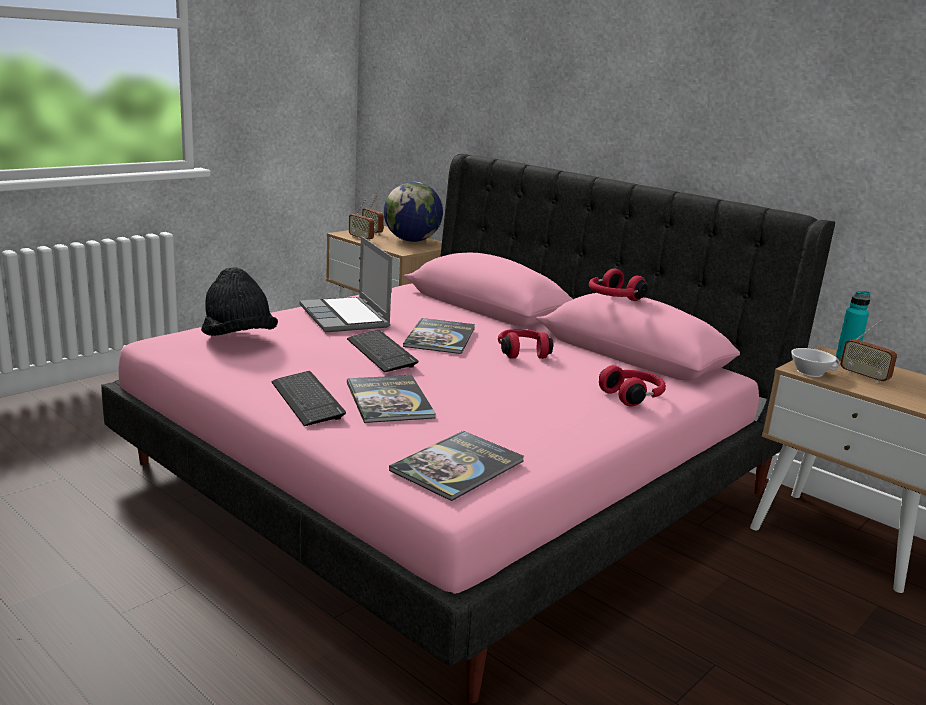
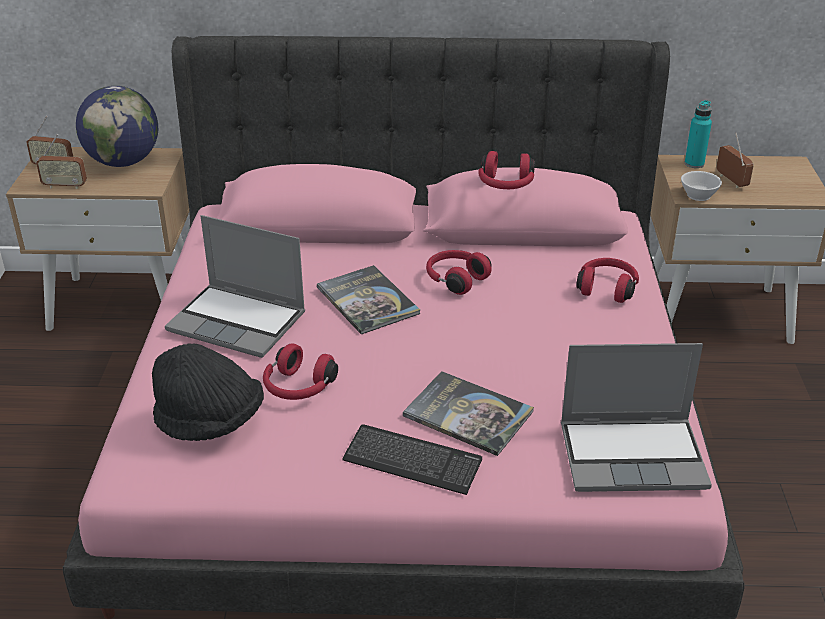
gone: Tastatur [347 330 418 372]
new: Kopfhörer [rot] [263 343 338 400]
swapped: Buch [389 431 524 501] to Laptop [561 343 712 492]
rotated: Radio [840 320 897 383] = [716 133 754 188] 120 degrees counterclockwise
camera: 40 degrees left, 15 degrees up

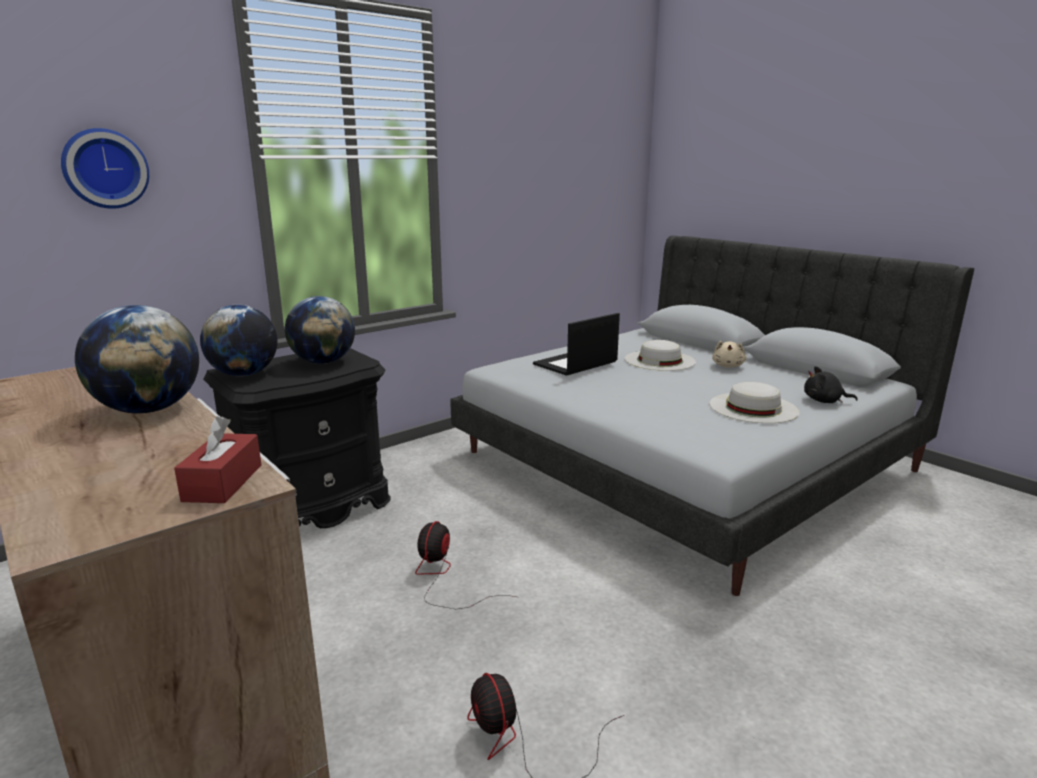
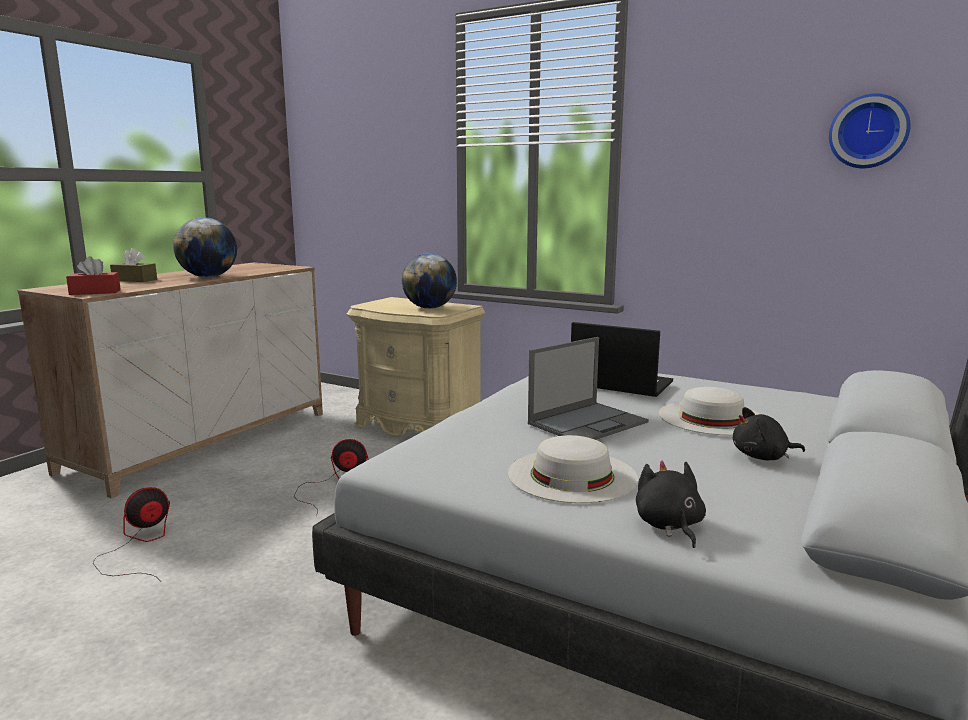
gone: Globus [200 305 277 376]
new: Taschentuchbox [braun] [110 248 157 282]; Laptop [528 337 649 440]
shifted: Wanduhr [61 128 149 209] to [829 93 911 168]
repainted: Nachttisch [schwarz] [203 348 391 528] to Nachttisch [beige] [347 297 485 437]; Plüschtier [beige] [712 341 746 368] to Plüschtier [schwarz] [733 407 805 460]
camera: 70 degrees right, 5 degrees down

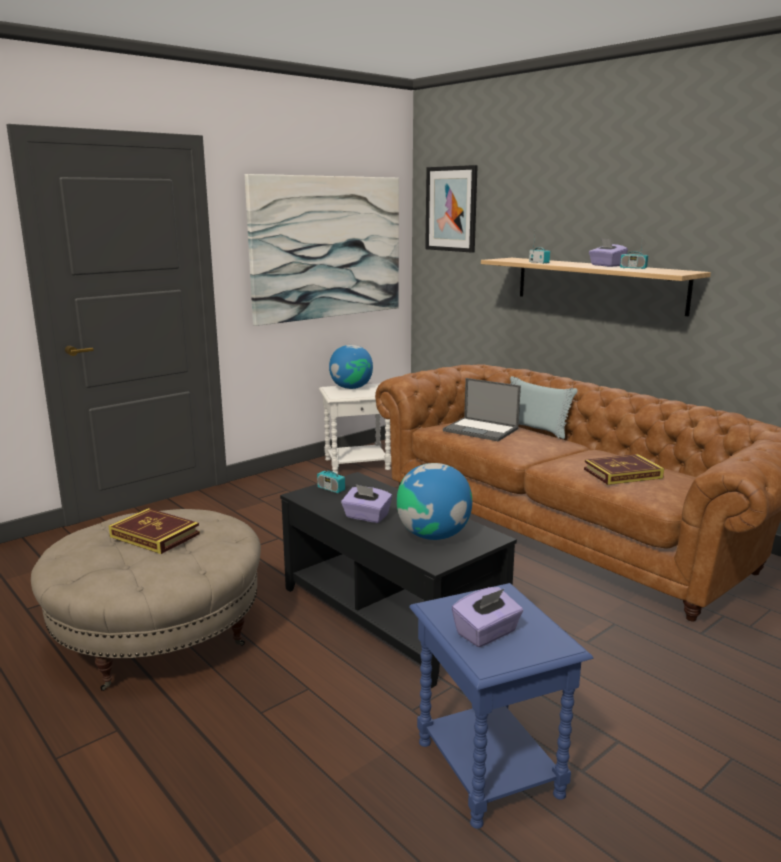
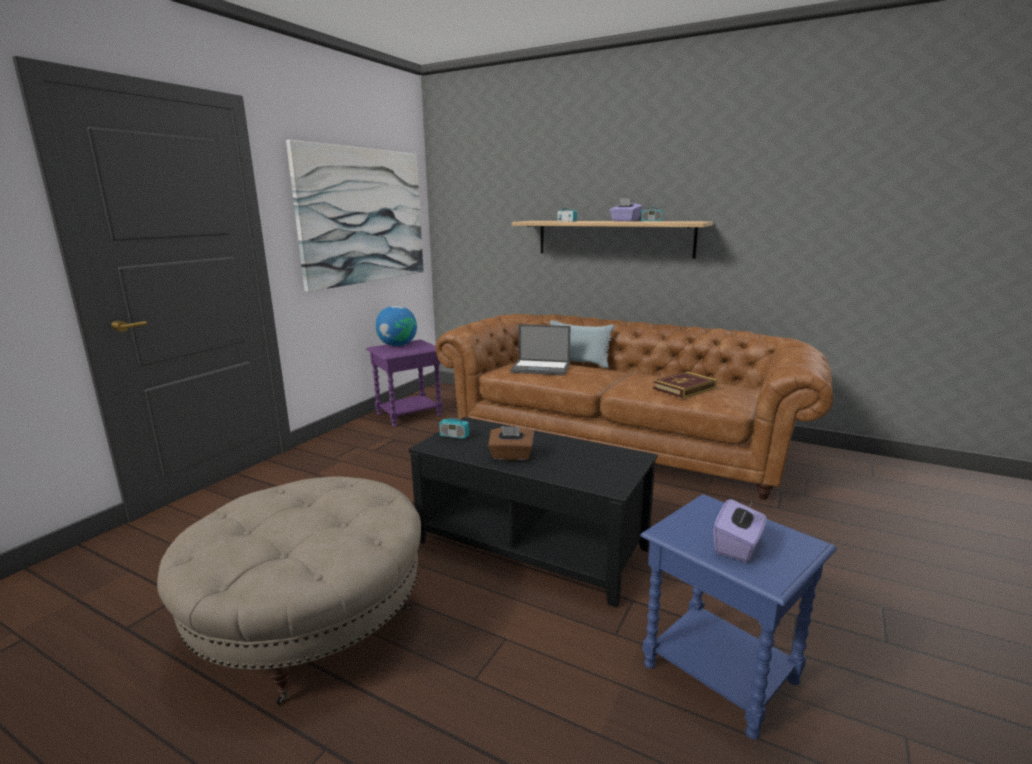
gone: Buch [109 508 200 554]; Globus [397 463 472 540]; Bild [425 165 478 253]
repainted: Beistelltisch [weiß] [319 383 391 474] to Beistelltisch [lila] [366 339 443 426]; Taschentuchbox [lila] [341 484 392 523] to Taschentuchbox [braun] [488 426 534 461]
camera: 20 degrees left, 0 degrees up

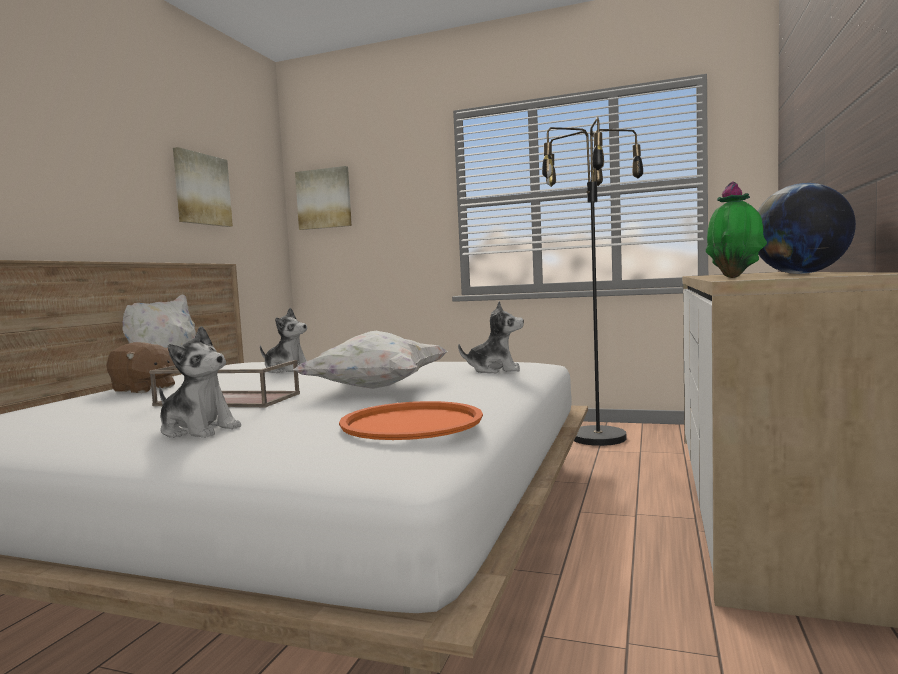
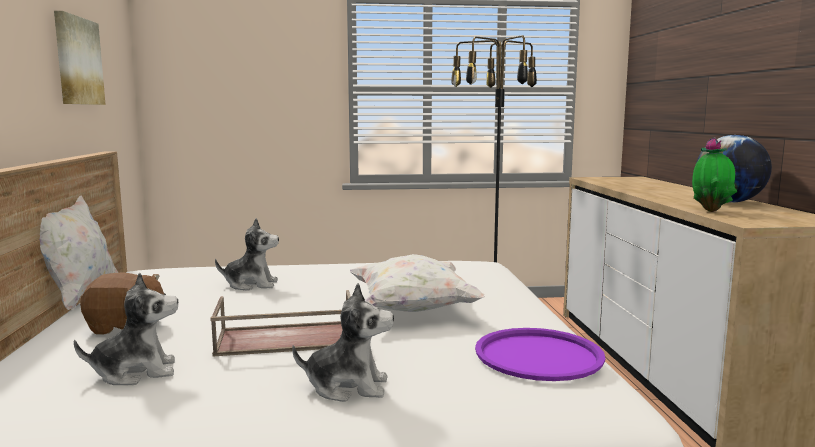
gone: Bild [295 166 352 230]
shifted: Plüschtier [458 301 524 373] to [74 273 178 385]
repainted: Tablett [orange] [339 401 483 440] to Tablett [lila] [475 328 605 381]
camera: 25 degrees left, 5 degrees up

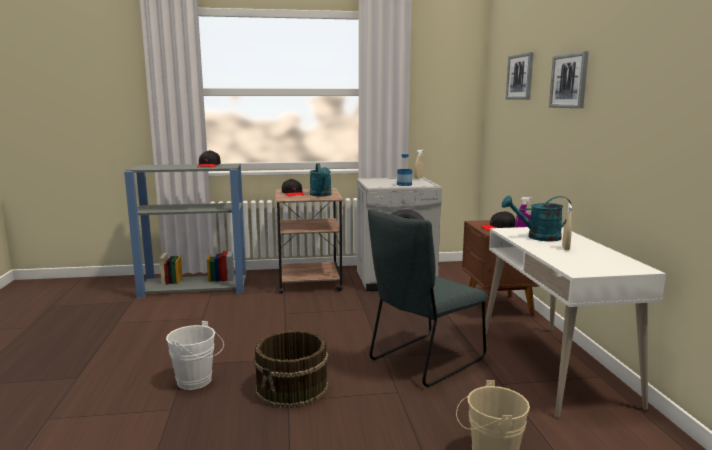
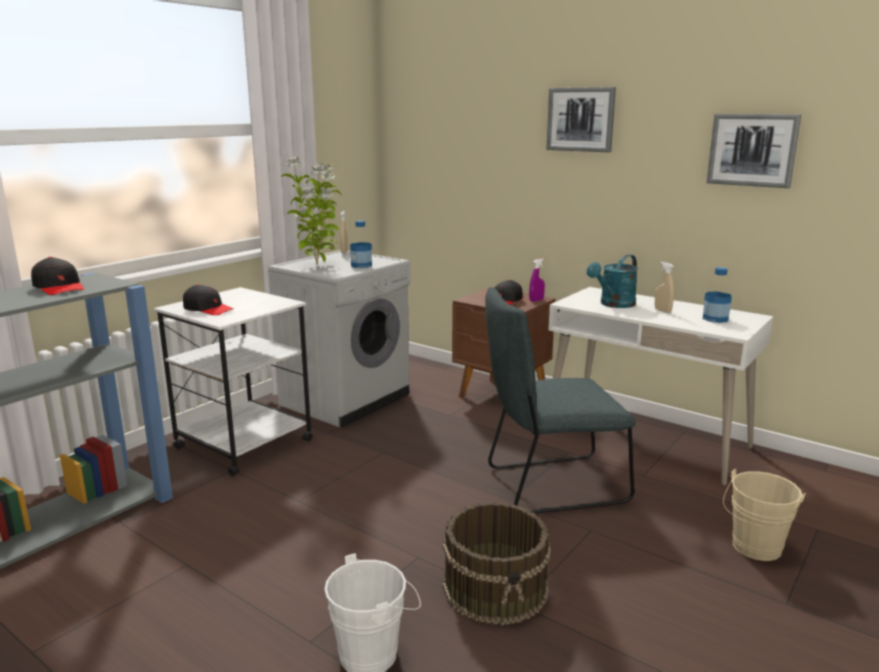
gone: Gießkanne [türkis] [310 163 332 197]
new: Topfpflanze [281 156 342 265]; Flasche [703 267 732 323]
shifted: Bild [506 52 534 99] to [707 114 801 188]
repainted: Rollwagen [braun] [276 189 343 294] to Rollwagen [weiß] [154 287 313 476]
rotated: Stuhl [grau] [368 209 488 387] = [485 287 636 513] 75 degrees clockwise
camera: 45 degrees left, 5 degrees up

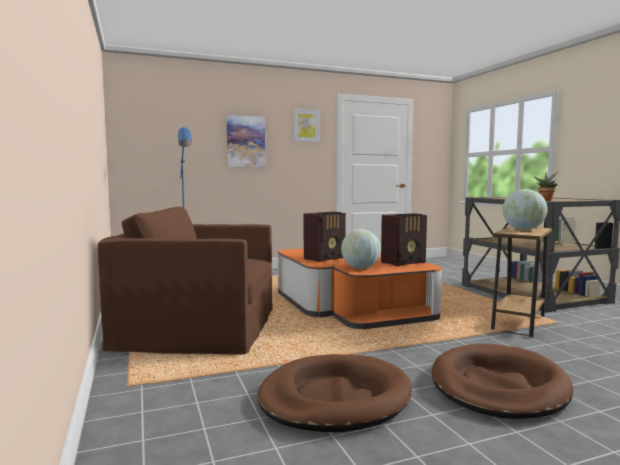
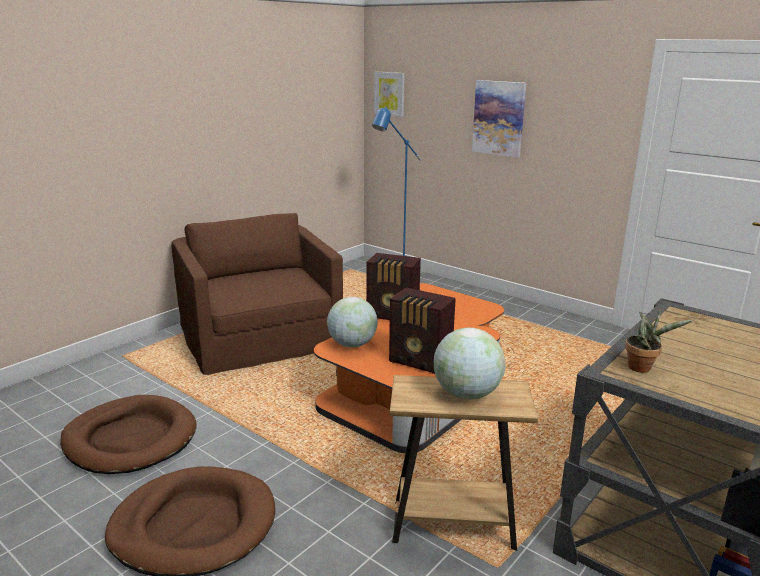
shifted: Bild [293 109 320 142] to [374 72 405 117]
camera: 60 degrees right, 15 degrees up

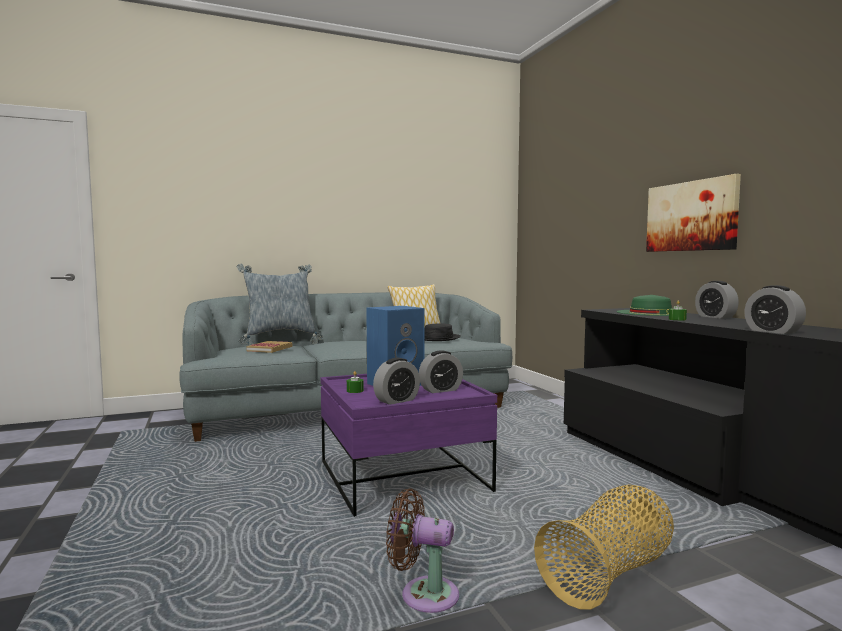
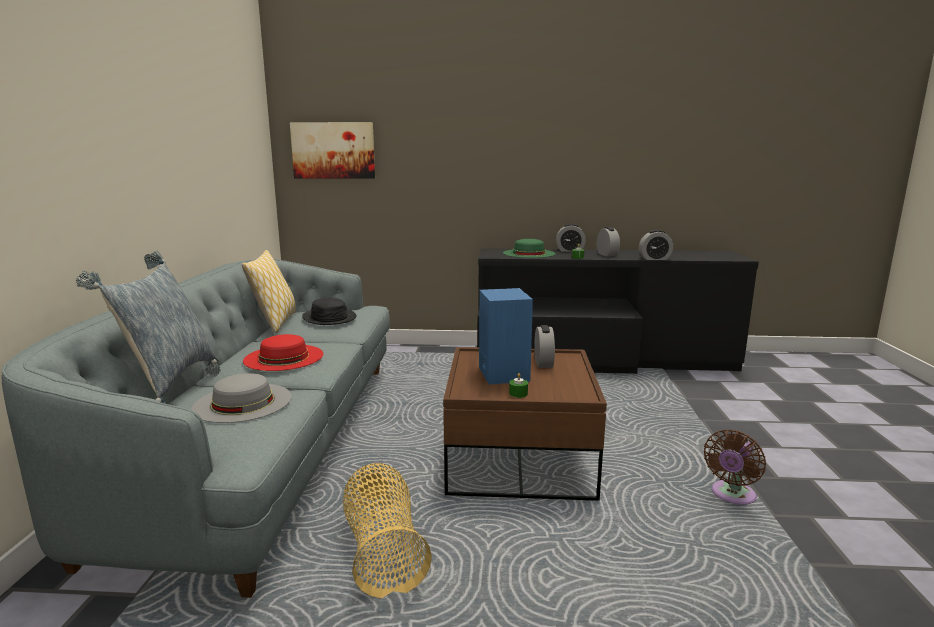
new: Hut [rot] [243 334 323 371]
shifted: Wecker [373 358 420 405] to [597 227 620 257]; Korb [534 484 674 609] to [343 463 432 598]; Bild [646 174 741 252] to [290 122 375 179]
swapped: Buch [246 341 293 353] to Hut [grau] [192 373 292 423]
repainted: Couchtisch [lila] [321 374 497 517] to Couchtisch [braun] [443 347 607 501]
camera: 65 degrees left, 10 degrees up

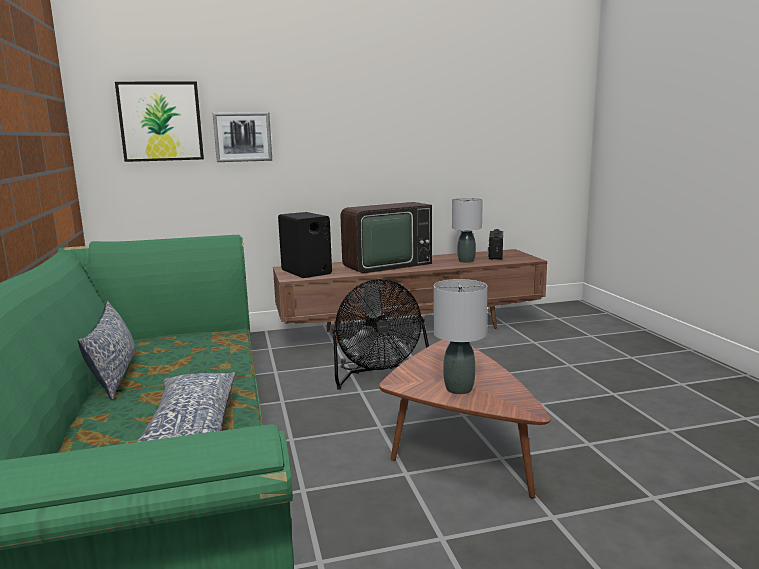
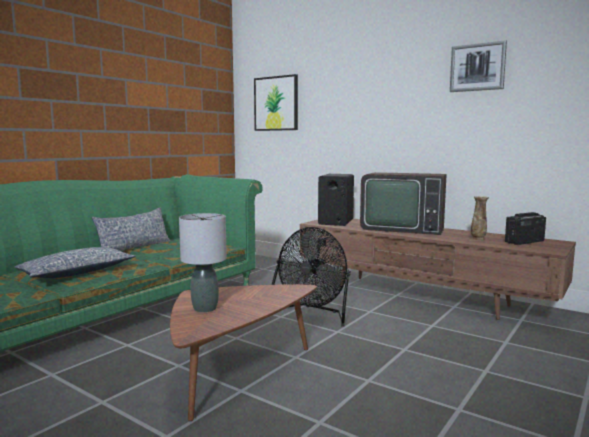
shifted: Bild [213 112 272 162] to [450 40 507 92]
swapped: Tischlampe [grau] [452 198 483 263] to Vase [471 196 489 241]
camera: 50 degrees right, 5 degrees down

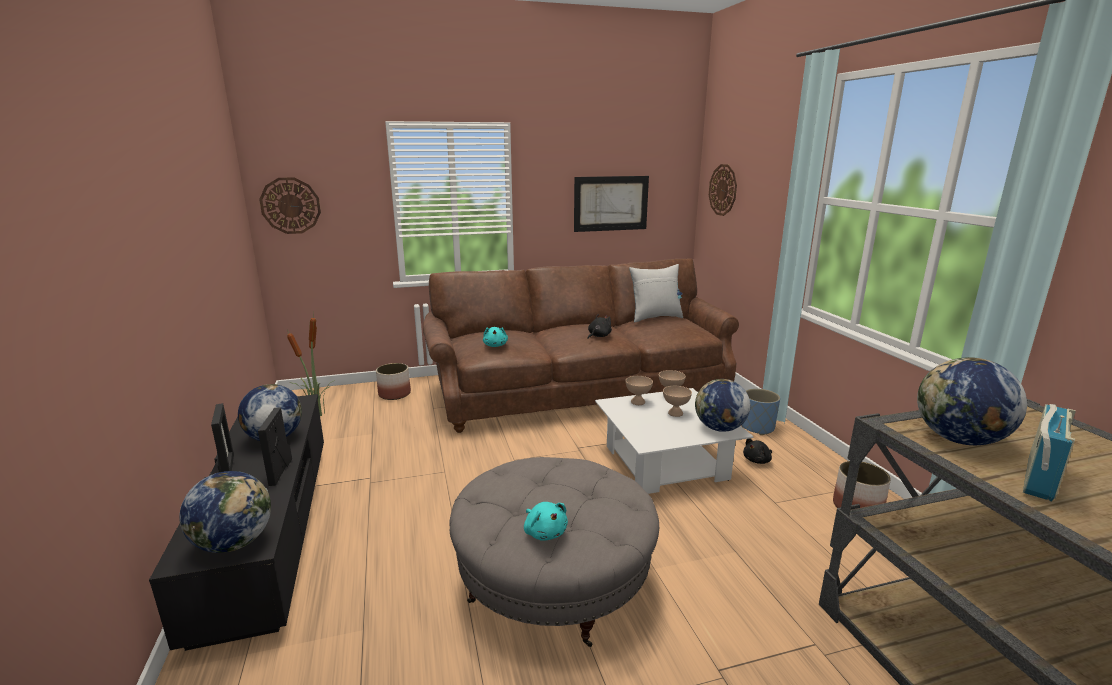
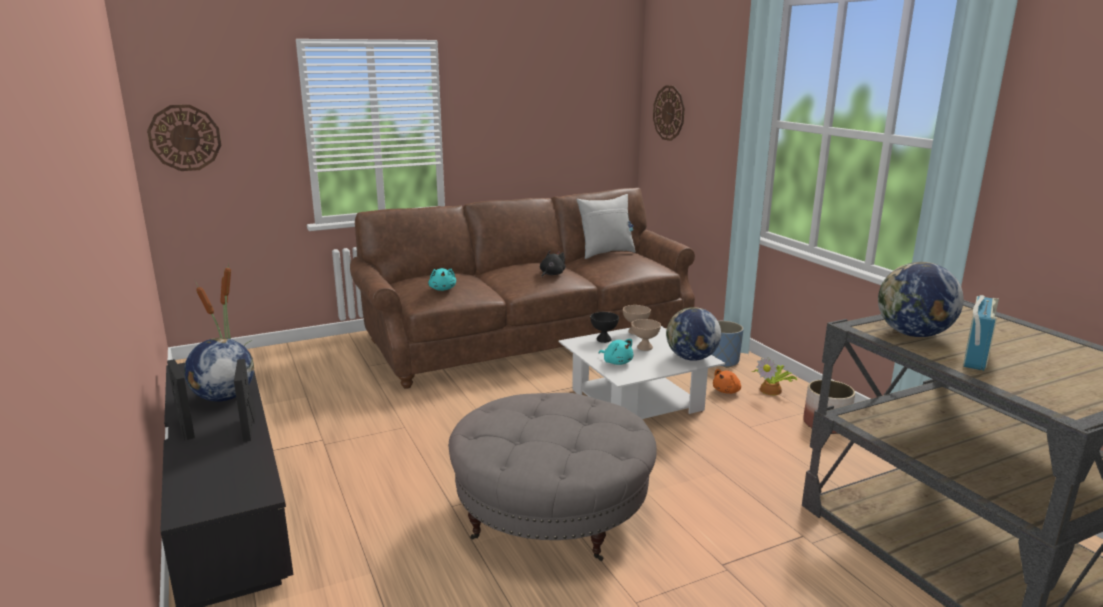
gone: Globus [179 471 271 553]; Pflanzkübel [376 363 411 400]; Bild [574 176 649 232]
new: Topfpflanze [751 357 797 395]
shifted: Plüschtier [türkis] [524 502 568 541] to [599 339 633 365]
repainted: Schüssel [beige] [625 376 653 405] to Schüssel [schwarz] [590 312 619 343]; Plüschtier [schwarz] [743 438 772 464] to Plüschtier [orange] [713 369 741 394]
camera: 10 degrees left, 0 degrees up

